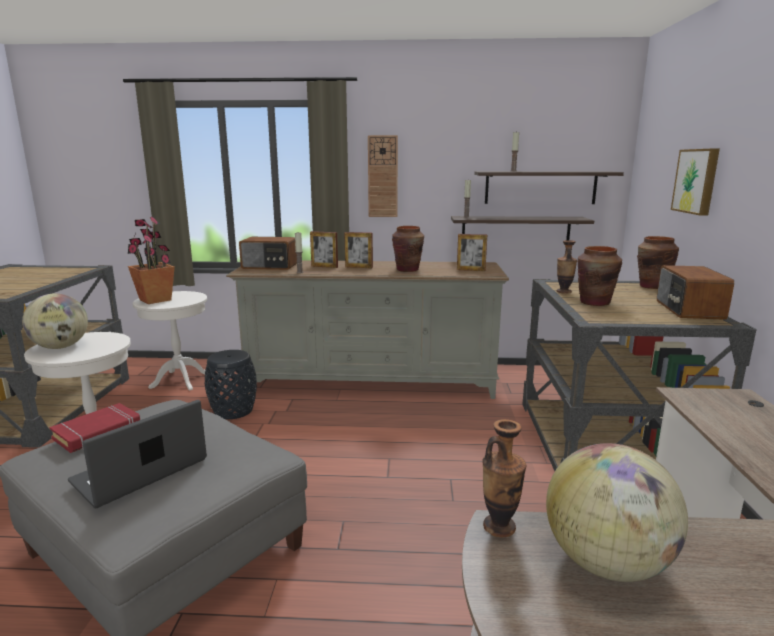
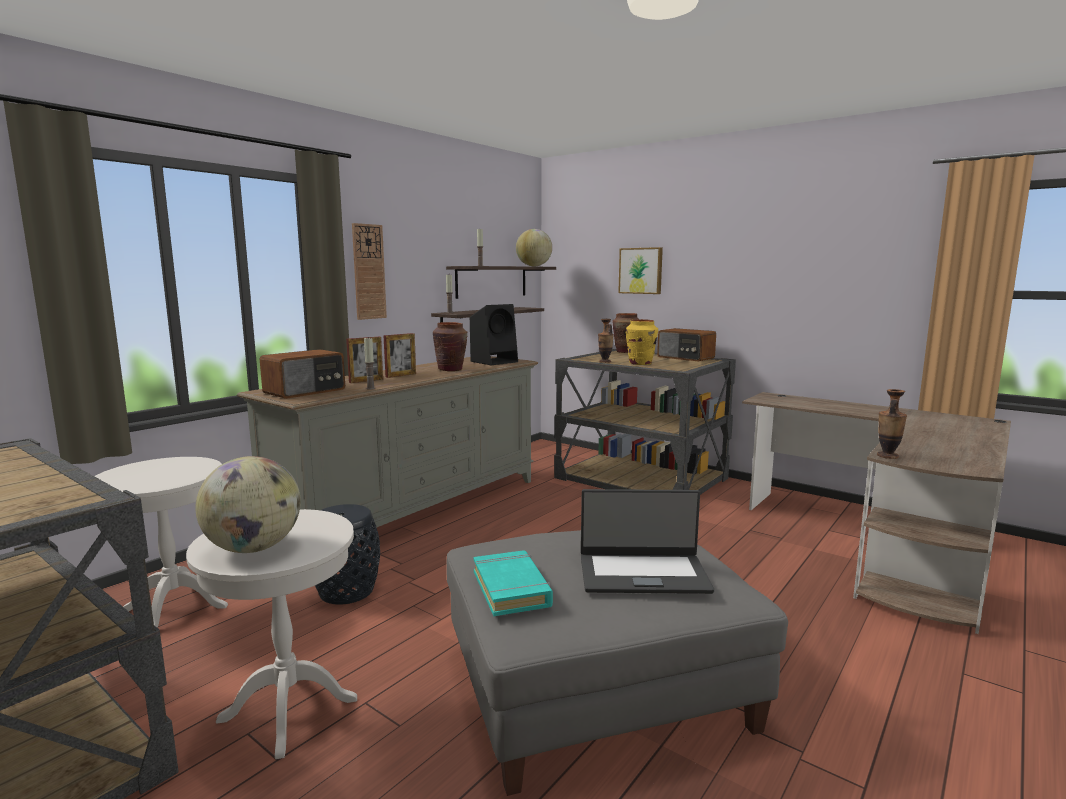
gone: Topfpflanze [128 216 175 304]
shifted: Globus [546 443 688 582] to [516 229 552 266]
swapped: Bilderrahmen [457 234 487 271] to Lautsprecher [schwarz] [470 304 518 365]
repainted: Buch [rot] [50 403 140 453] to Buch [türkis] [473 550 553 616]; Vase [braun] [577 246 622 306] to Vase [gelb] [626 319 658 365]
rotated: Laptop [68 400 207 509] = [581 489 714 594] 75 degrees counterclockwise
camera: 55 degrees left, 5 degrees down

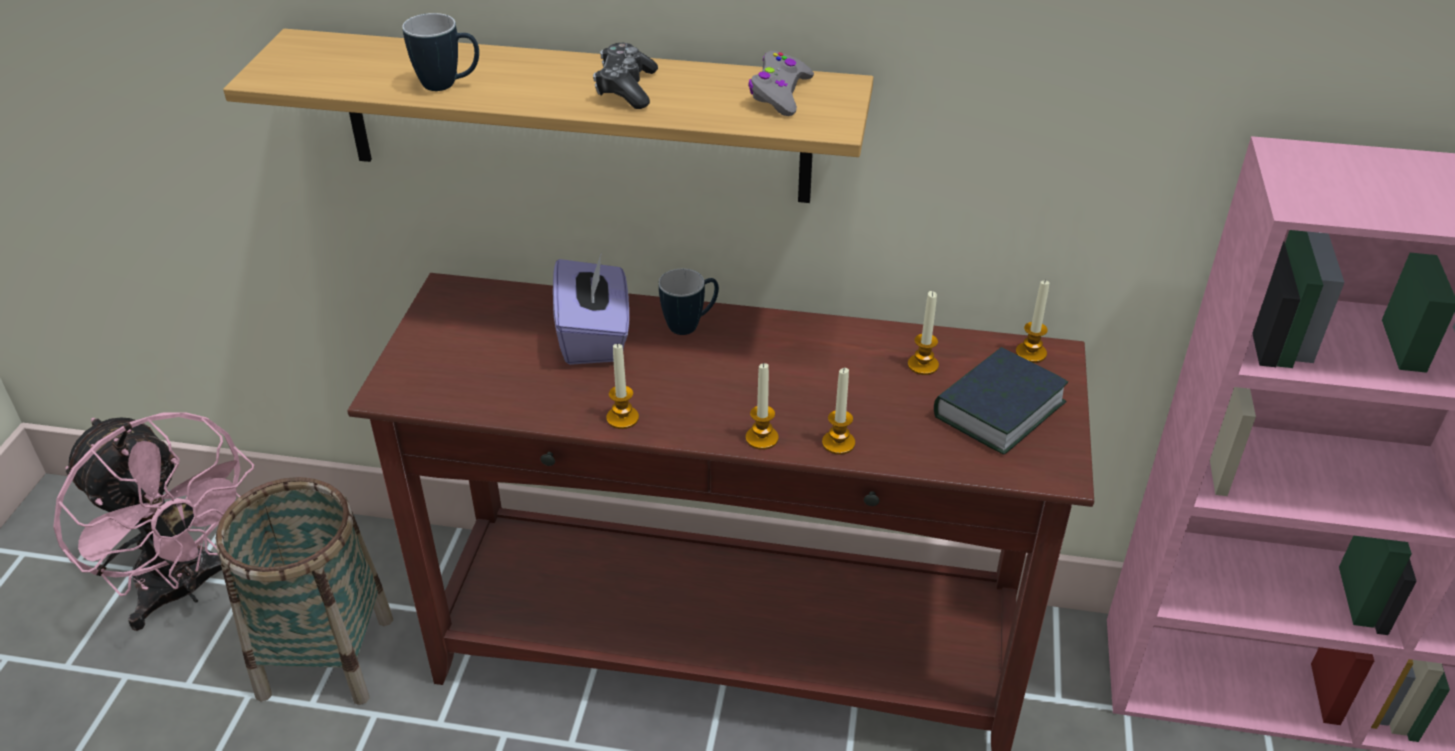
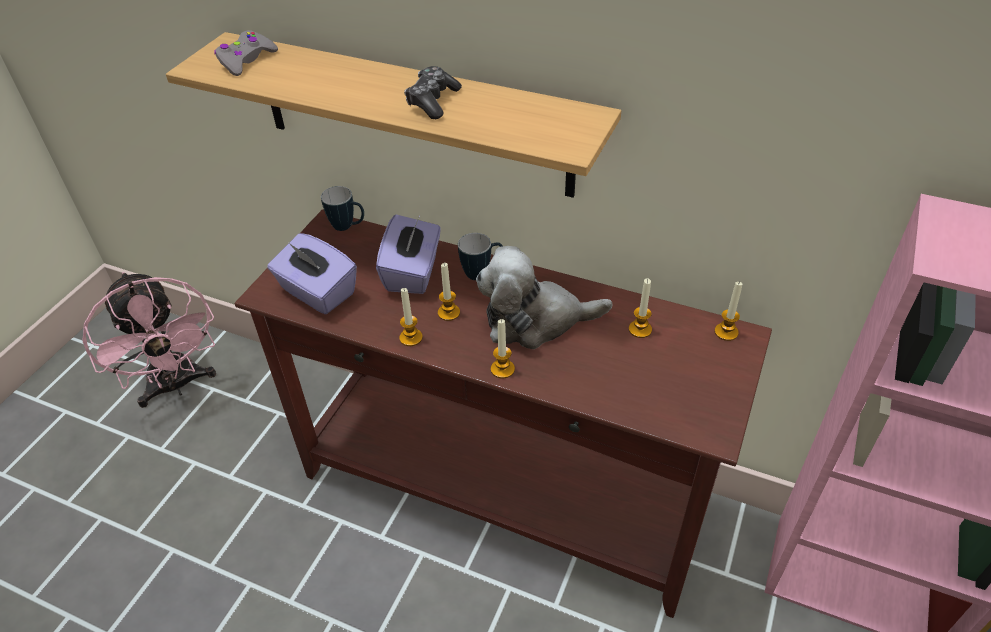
gone: Korb [216 477 393 705]; Buch [934 347 1068 455]
new: Taschentuchbox [lila] [267 233 357 314]; Plüschtier [476 246 612 349]
shifted: Henkelbecher [402 13 479 91] to [321 186 364 231]; Gamepad [grau] [748 51 814 116] to [214 30 278 76]; Kerze [822 368 855 455] to [438 263 460 321]
camera: 15 degrees right, 5 degrees up

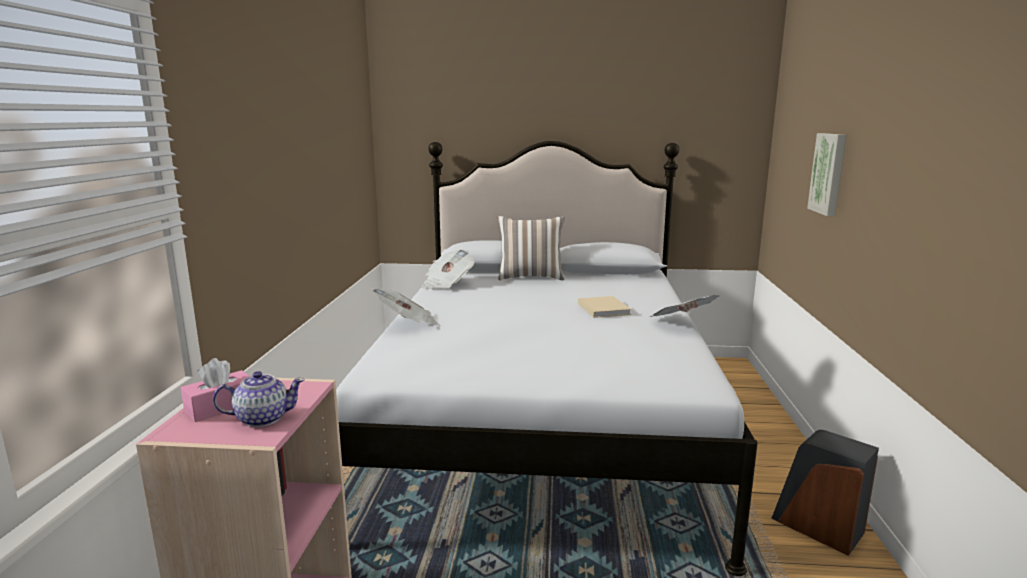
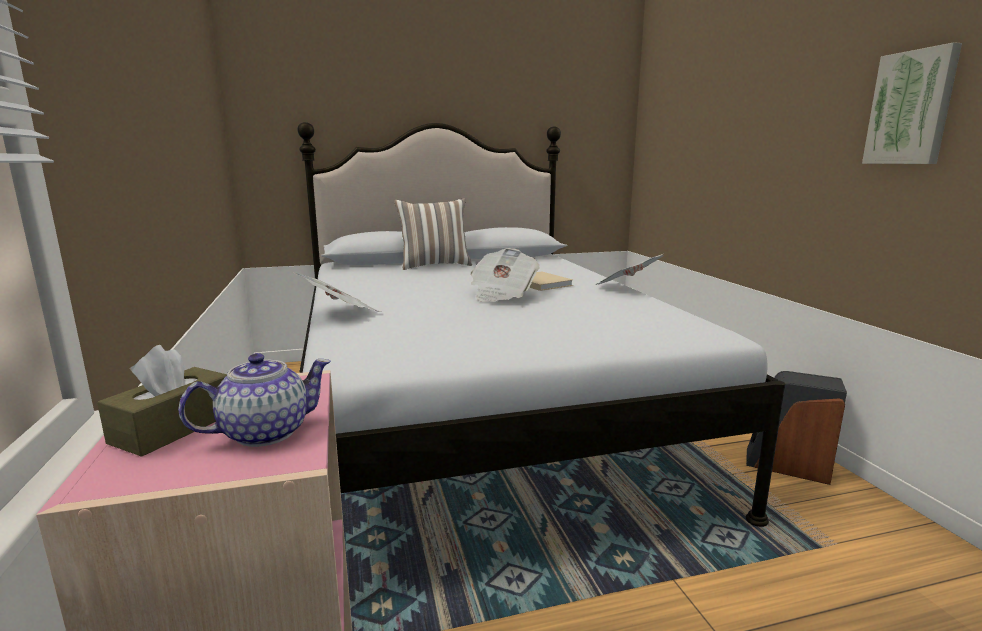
shifted: Zeitung [421 249 475 289] to [471 248 540 302]; Bild [807 133 846 216] to [862 42 962 164]
repainted: Taschentuchbox [rosa] [181 358 250 422] to Taschentuchbox [braun] [97 345 227 457]
camera: 20 degrees left, 0 degrees up

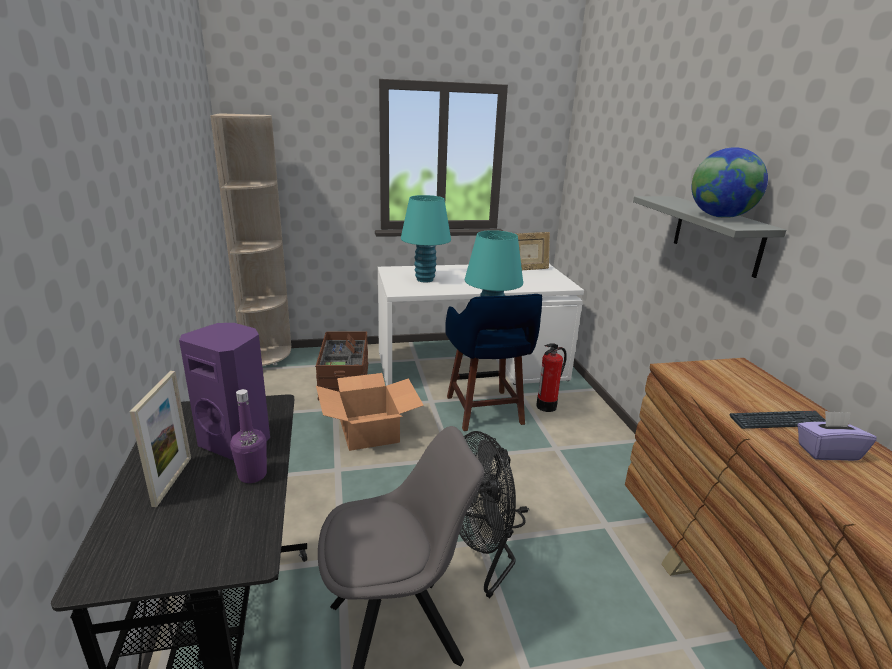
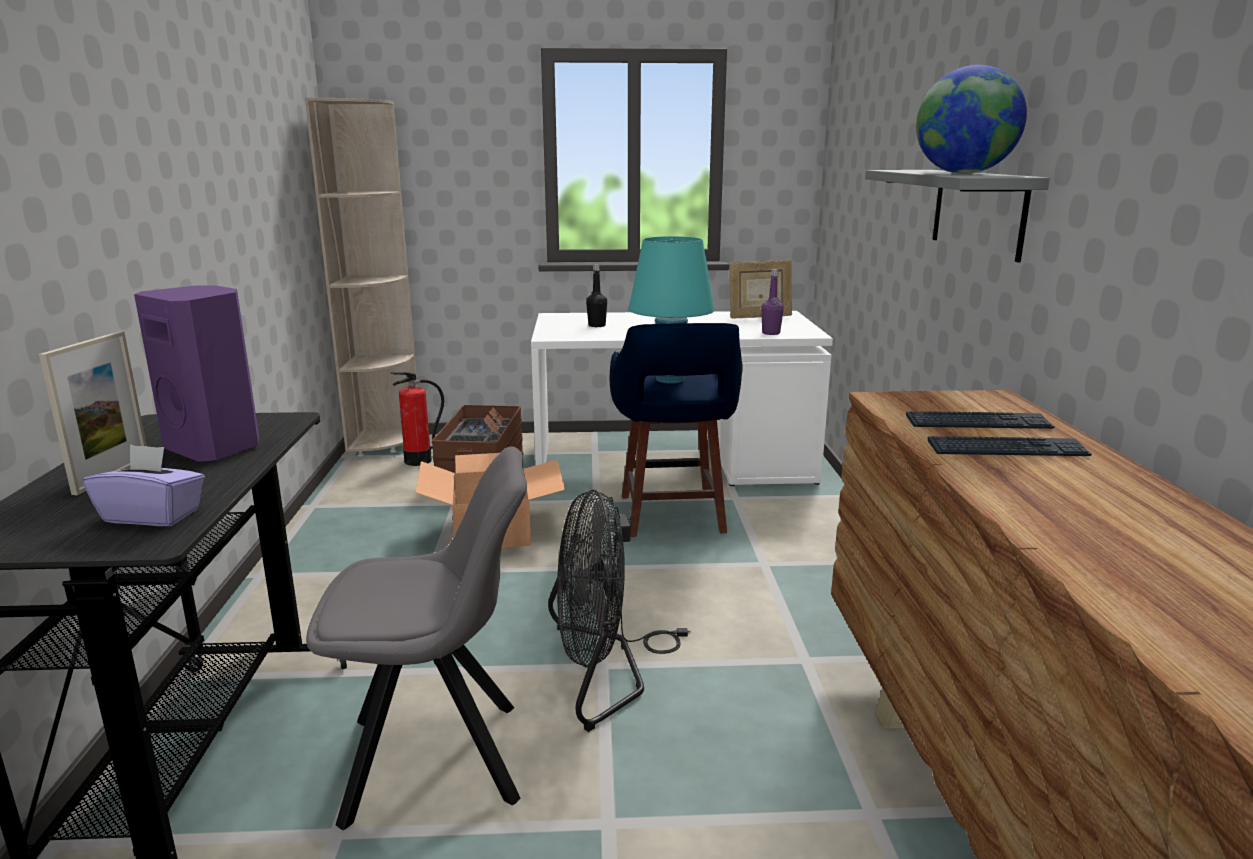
new: Tastatur [906 411 1055 429]
shifted: Flasche [lila] [230 389 267 483] to [761 269 784 335]; Feuerlöscher [536 343 567 412] to [390 372 444 466]; Taschentuchbox [lila] [797 411 877 461] to [83 444 205 526]
swapped: Tischlampe [türkis] [401 195 451 282] to Flasche [schwarz] [586 264 607 327]
camera: 10 degrees right, 5 degrees down

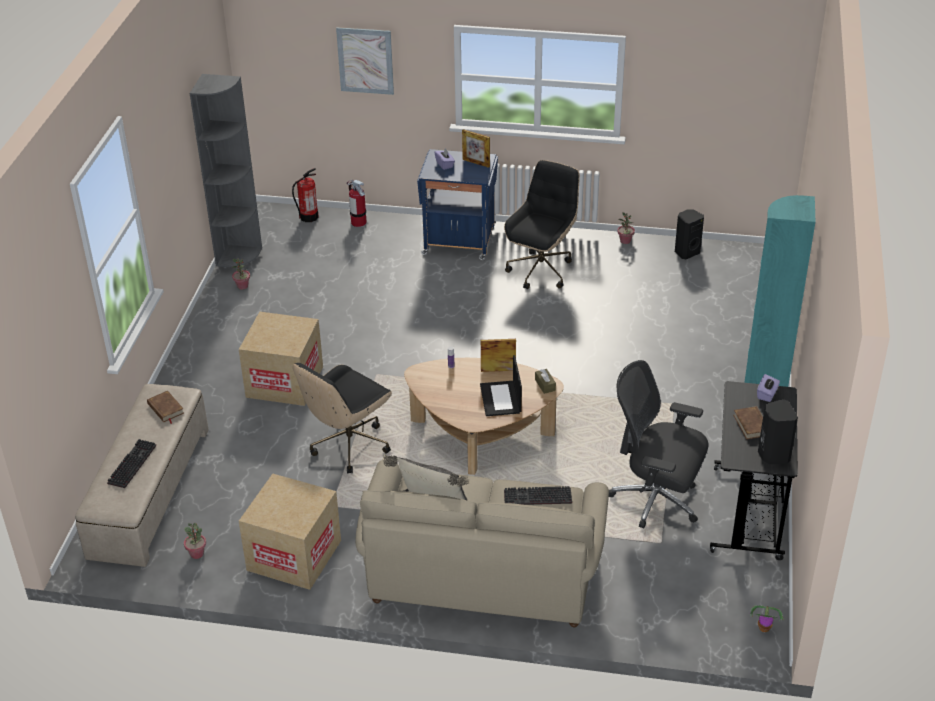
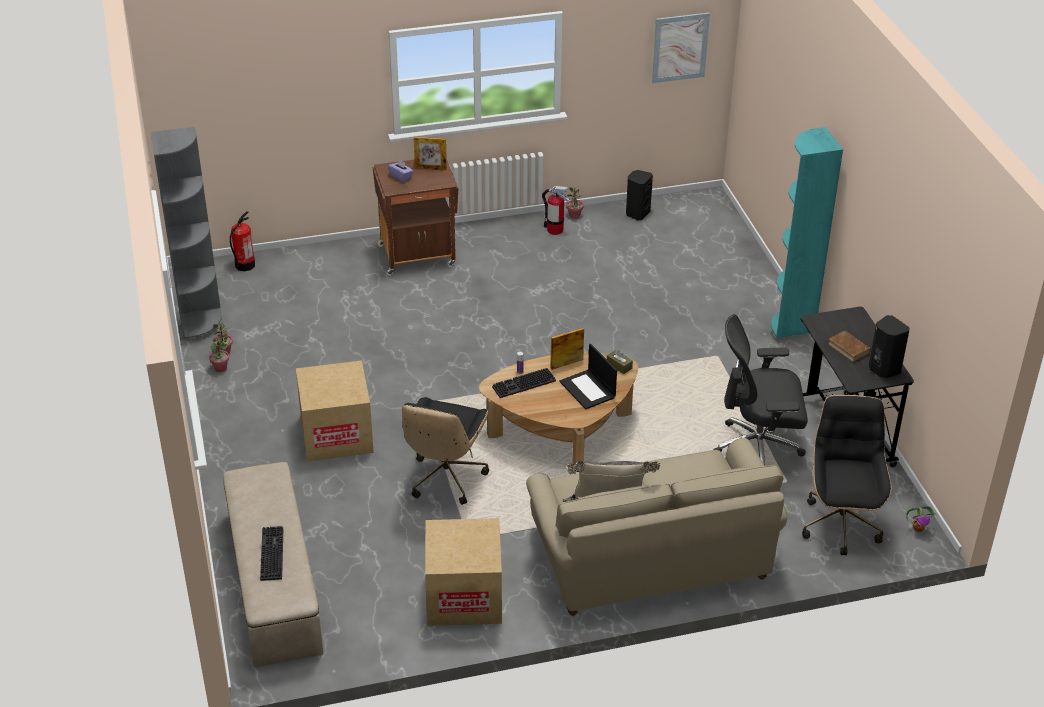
gone: Buch [braun] [147 391 184 424]; Taschentuchbox [lila] [757 374 780 402]
shifted: Topfpflanze [184 523 206 559] to [209 337 229 372]; Bild [336 27 394 95] to [652 13 710 83]; Feuerlöscher [347 180 367 227] to [542 186 570 235]; Bürostuhl [schwarz] [504 160 580 289] to [802 395 892 555]; Tastatur [504 486 572 505] to [492 368 556 398]
repainted: Rollwagen [blau] [417 149 498 260] to Rollwagen [braun] [372 159 458 276]
camera: 25 degrees left, 0 degrees up

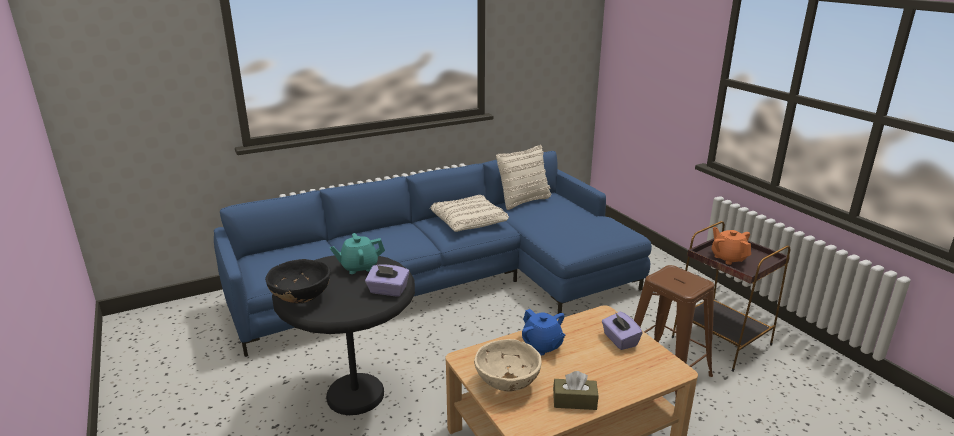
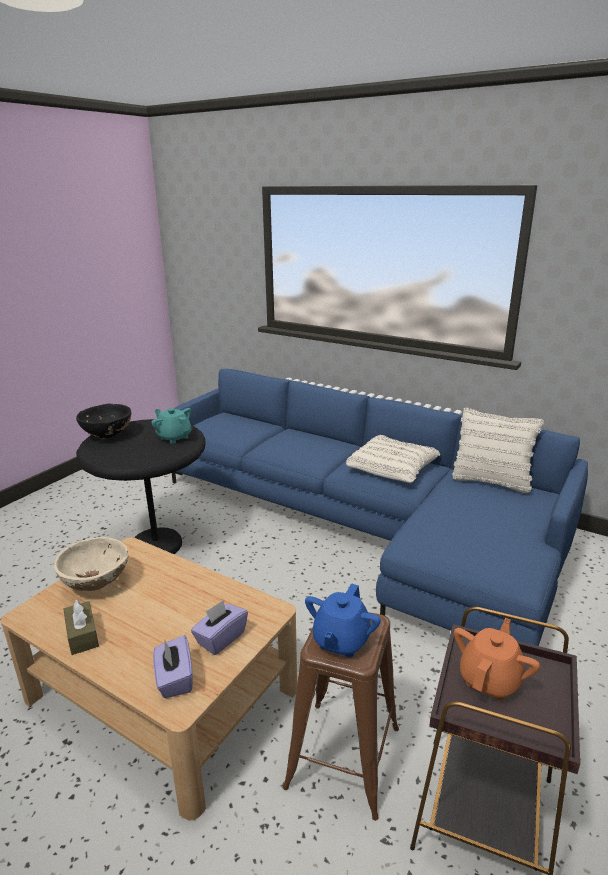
shifted: Taschentuchbox [lila] [365 265 409 297] to [153 635 193 698]; Teekanne [blau] [522 309 565 355] to [305 583 381 657]
camera: 60 degrees right, 0 degrees up

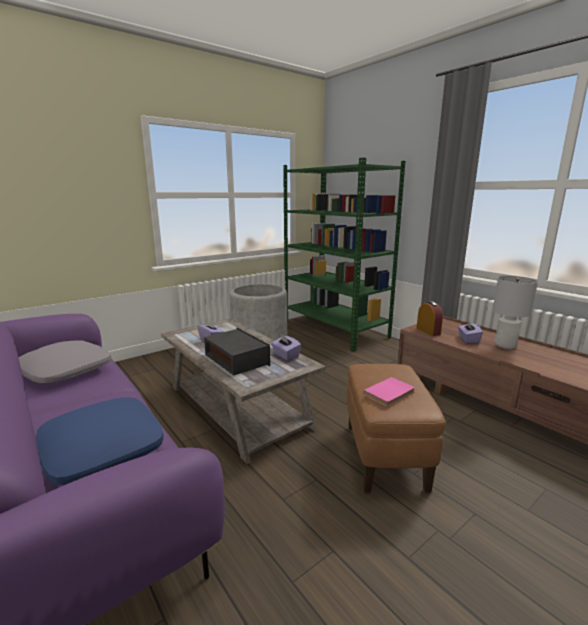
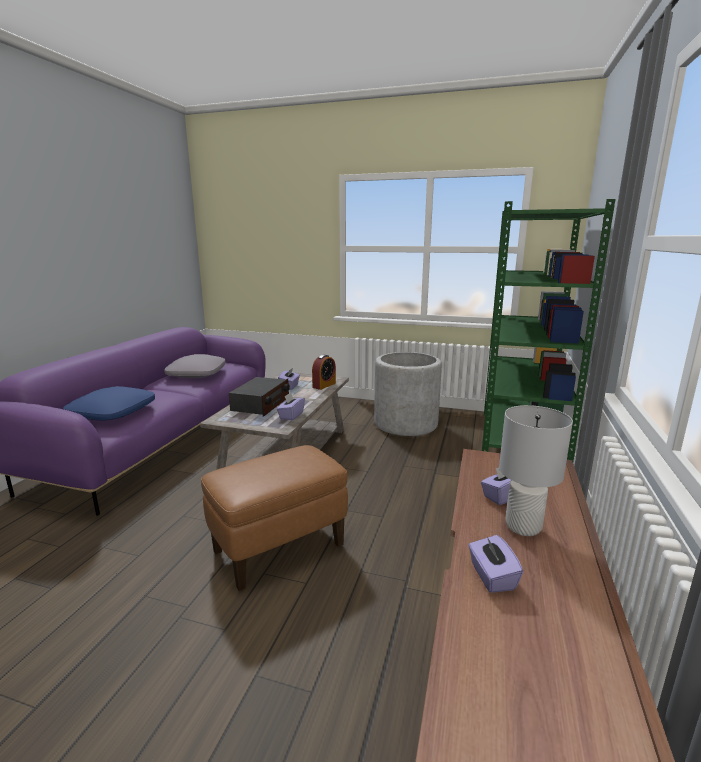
gone: Buch [rosa] [363 377 415 407]
new: Taschentuchbox [lila] [468 535 523 593]
shifted: Wecker [417 301 443 336] to [312 355 336 390]
camera: 55 degrees right, 0 degrees up

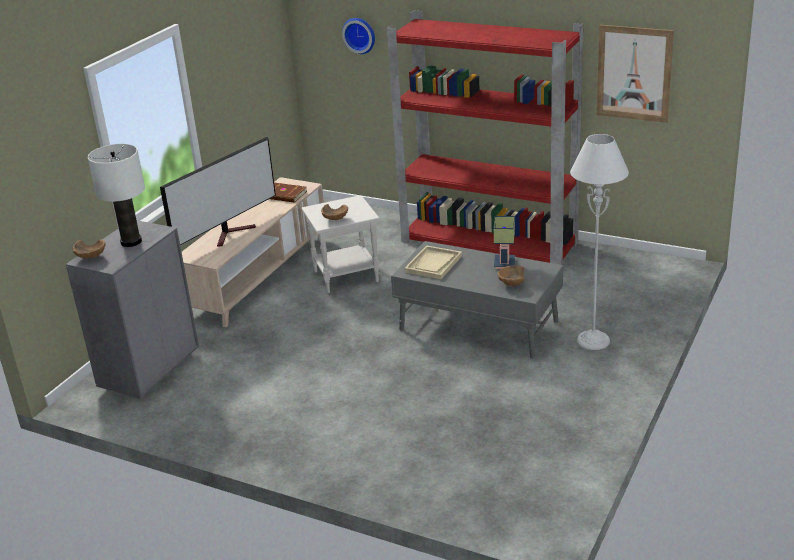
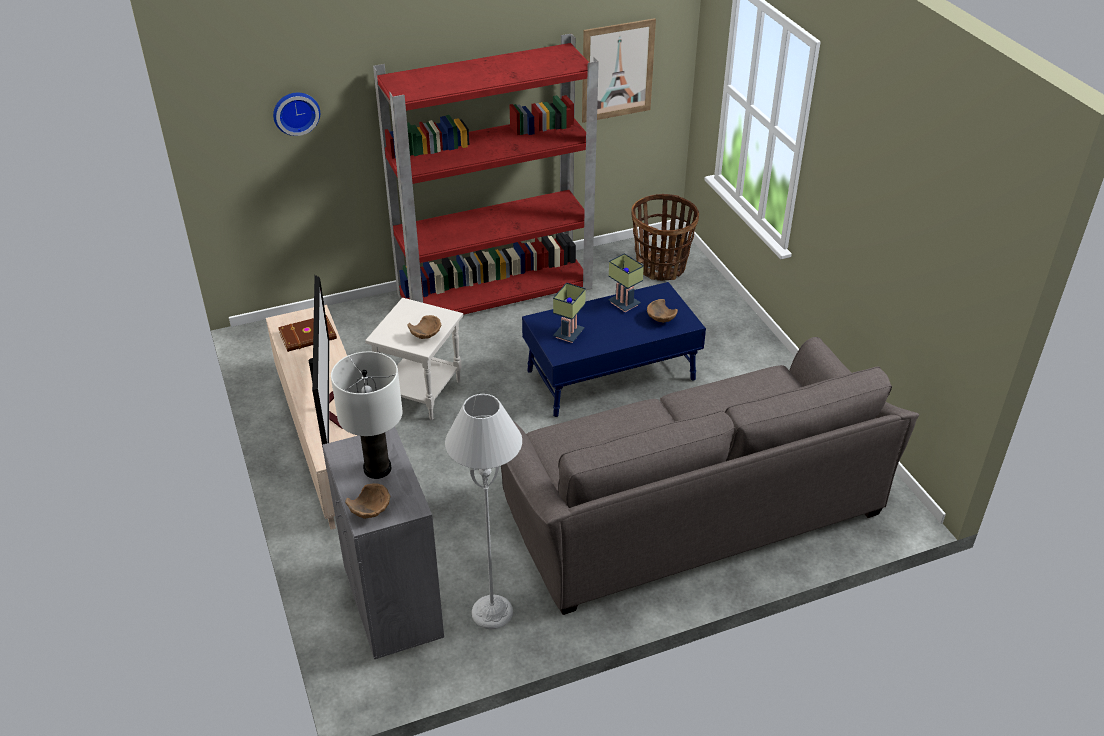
new: Sofa [grau] [501 337 919 615]; Korb [631 194 699 281]
shifted: Stehlampe [grau] [570 134 629 350] to [445 394 522 629]
swapped: Tablett [beige] [405 245 462 279] to Tischlampe [553 283 586 343]
repainted: Couchtisch [grau] [391 241 563 358] to Couchtisch [blau] [522 282 706 417]
camera: 50 degrees left, 10 degrees up

